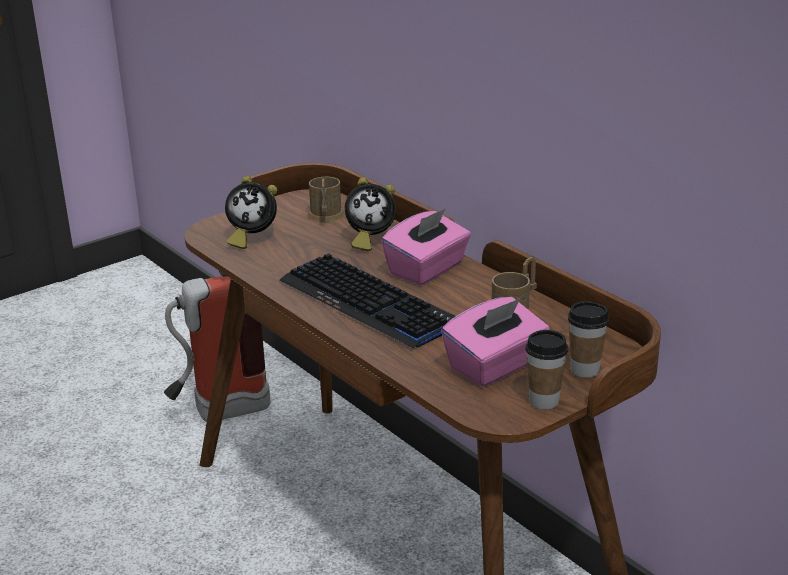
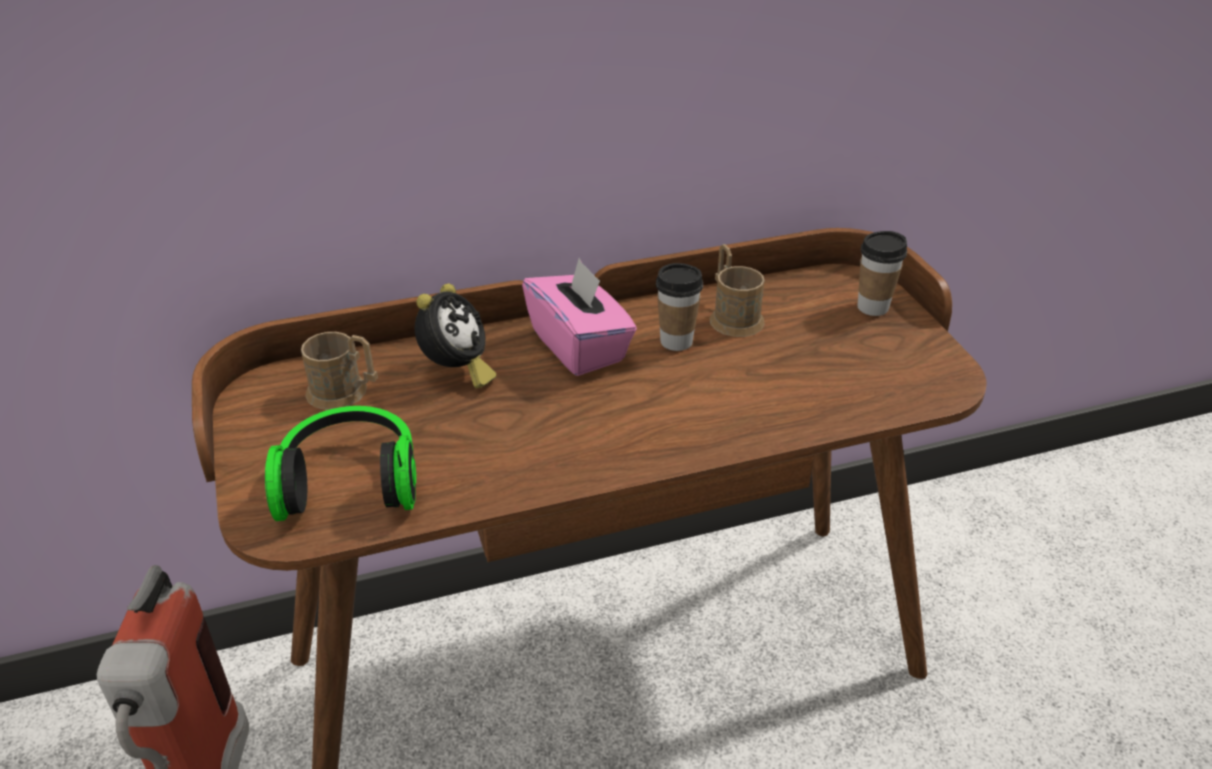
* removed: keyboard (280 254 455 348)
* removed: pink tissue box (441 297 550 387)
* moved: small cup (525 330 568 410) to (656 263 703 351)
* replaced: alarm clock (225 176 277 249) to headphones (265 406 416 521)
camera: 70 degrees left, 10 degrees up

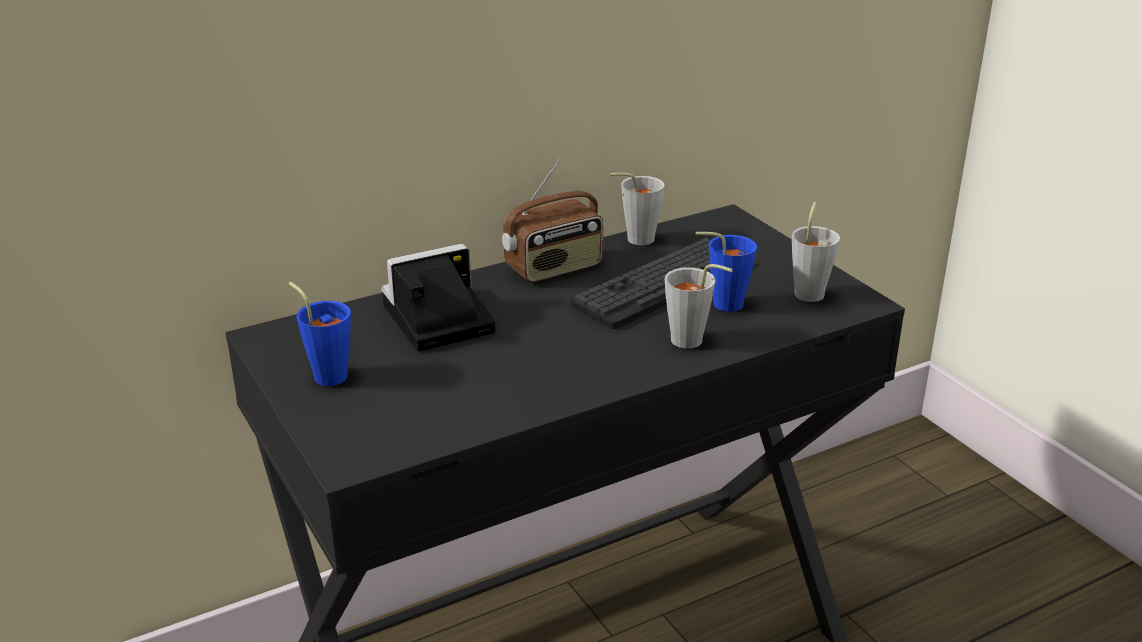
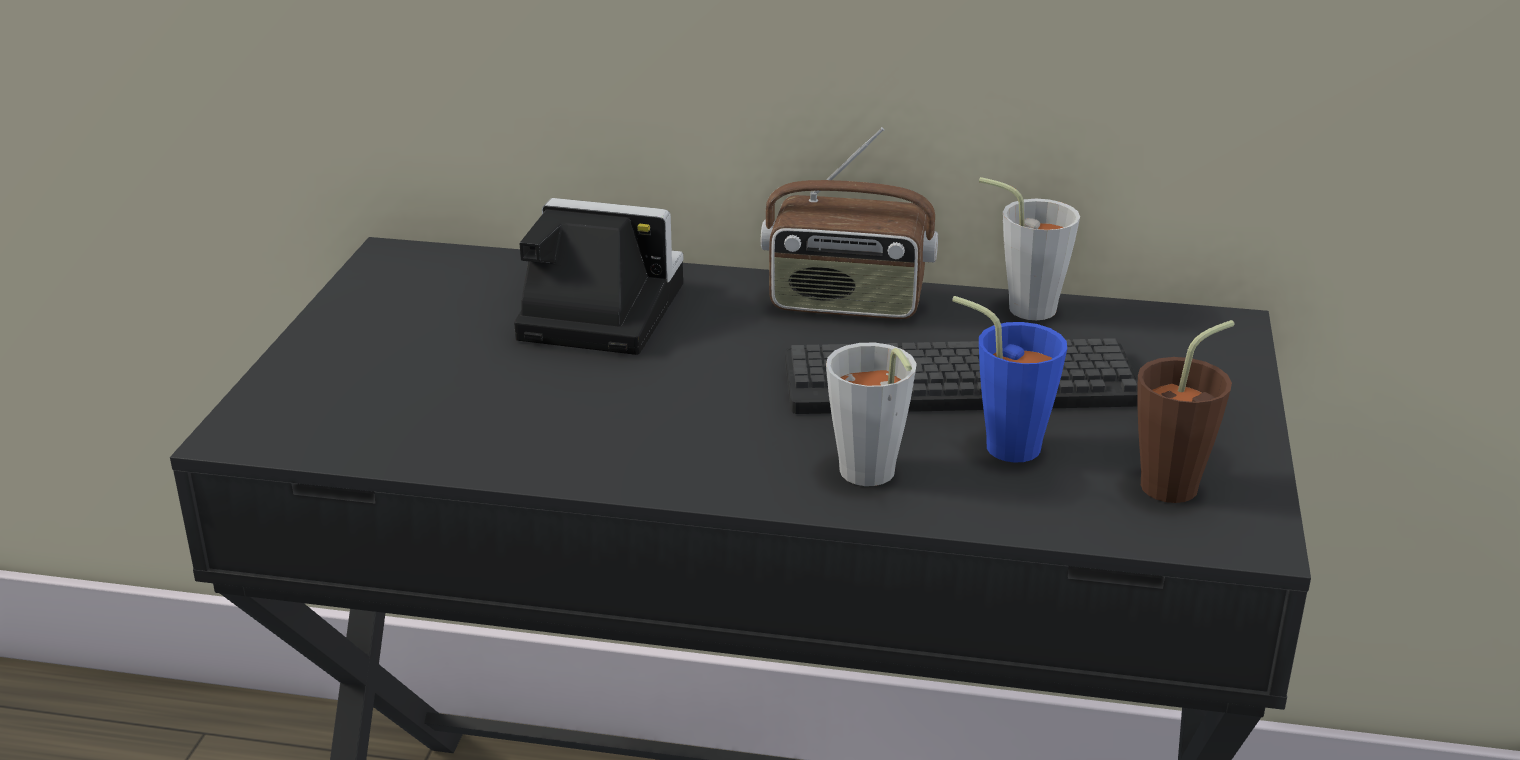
* removed: bluish small cup (289 282 351 386)
* recoloured: grey small cup (792 202 840 302) to brownish small cup (1137 320 1235 503)
camera: 40 degrees right, 0 degrees up

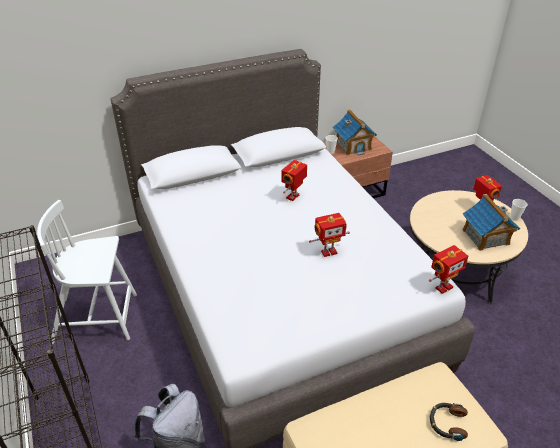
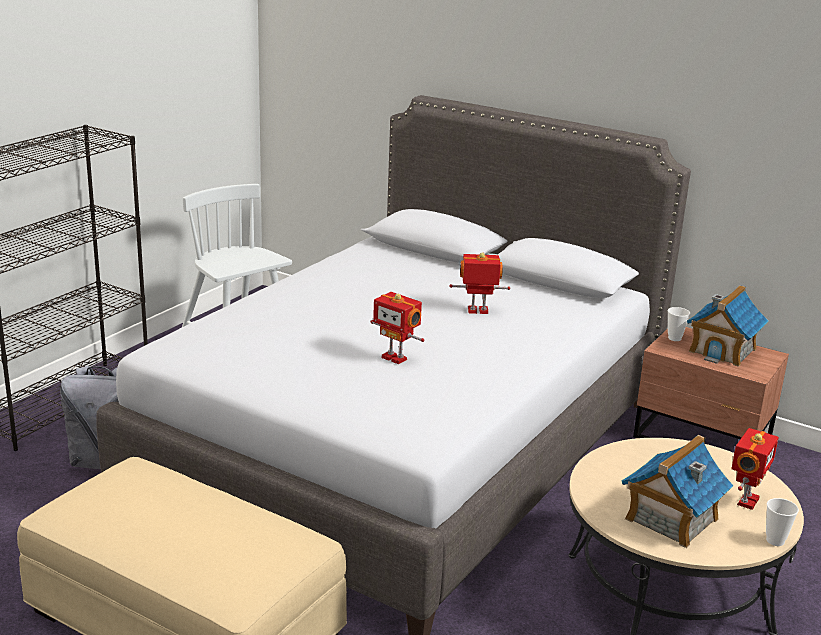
* removed: toy robot (429 245 468 294)
* removed: headphones (430 403 468 441)
camera: 55 degrees right, 15 degrees down

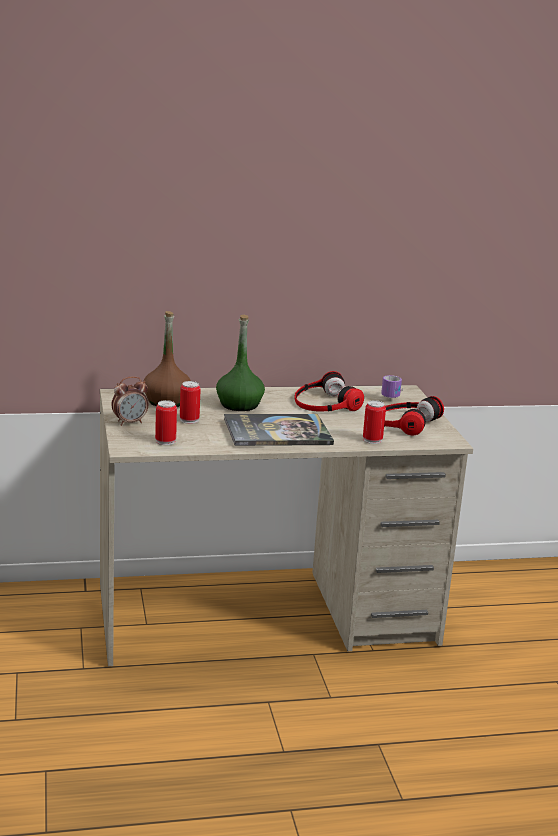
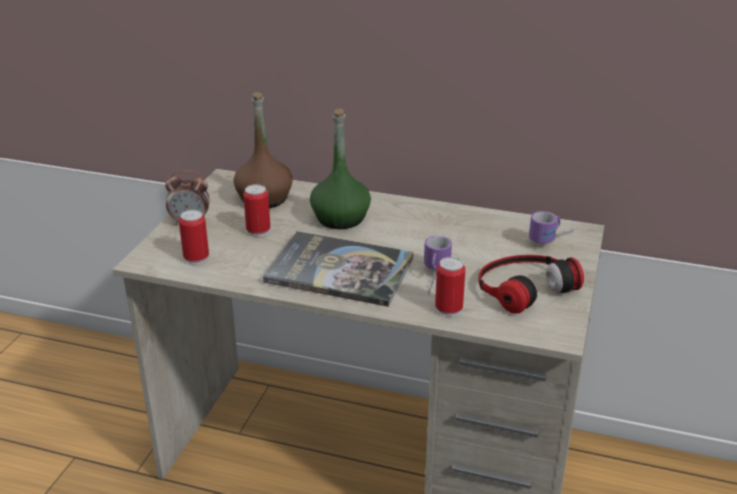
* removed: headphones (295 371 364 412)
* added: tea mug (424 236 452 295)
camera: 30 degrees right, 10 degrees up

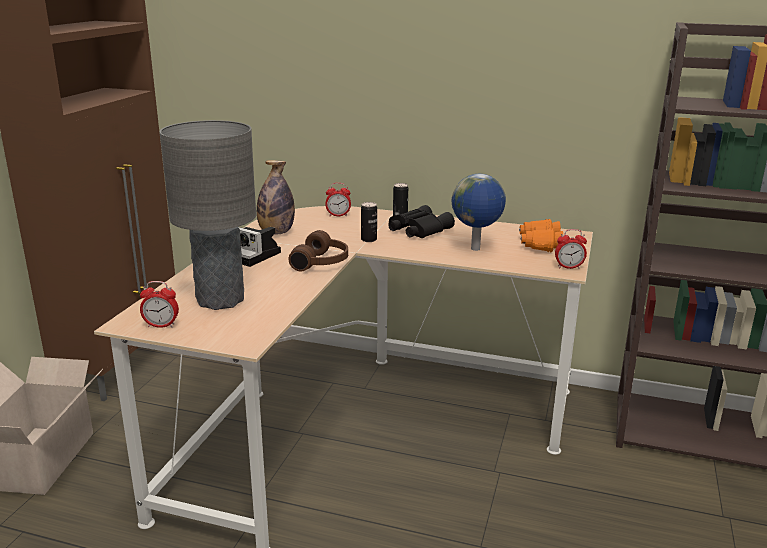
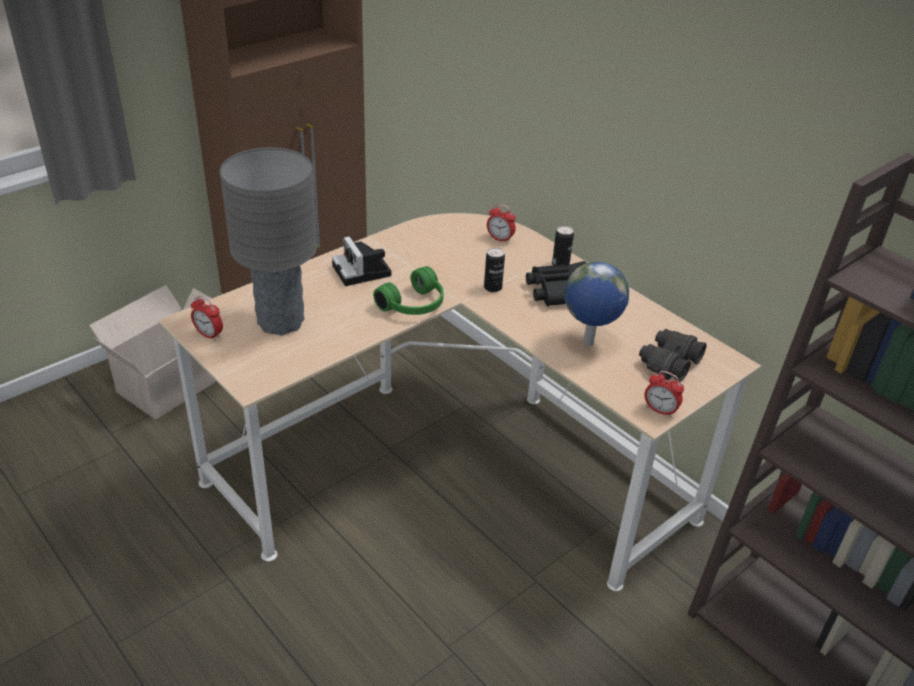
* removed: beverage bottle (257 160 295 234)
* recoloured: brownish headphones (288 230 348 272) to green headphones (373 266 444 315)
* recoloured: orange pair of binoculars (519 219 563 253) to blackish pair of binoculars (639 329 707 382)
camera: 30 degrees right, 15 degrees up

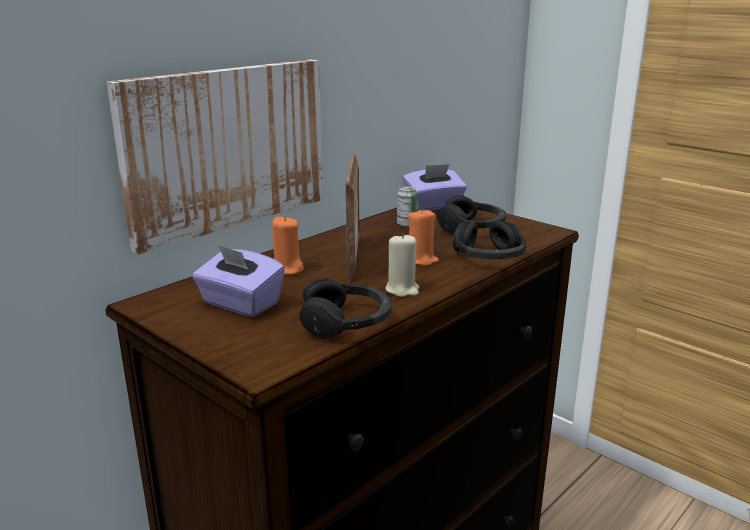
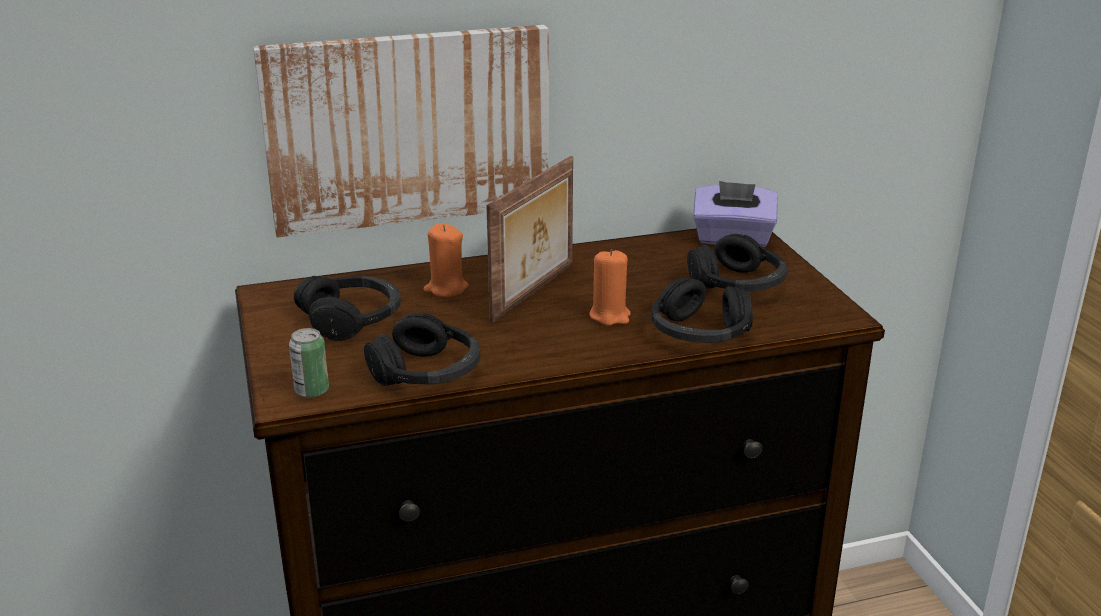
* removed: beige-coloured wax light (386 233 419 297)
* moved: metal can (397 186 417 227) to (289 328 329 398)
* replaced: purplish tissue box (193 244 285 317) to blackish headphones (294 276 401 341)
camera: 30 degrees right, 5 degrees up

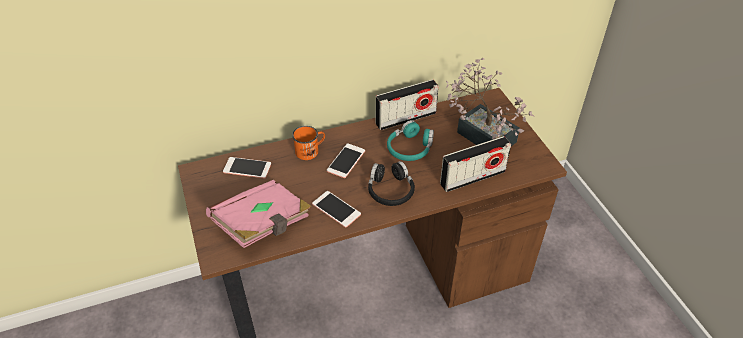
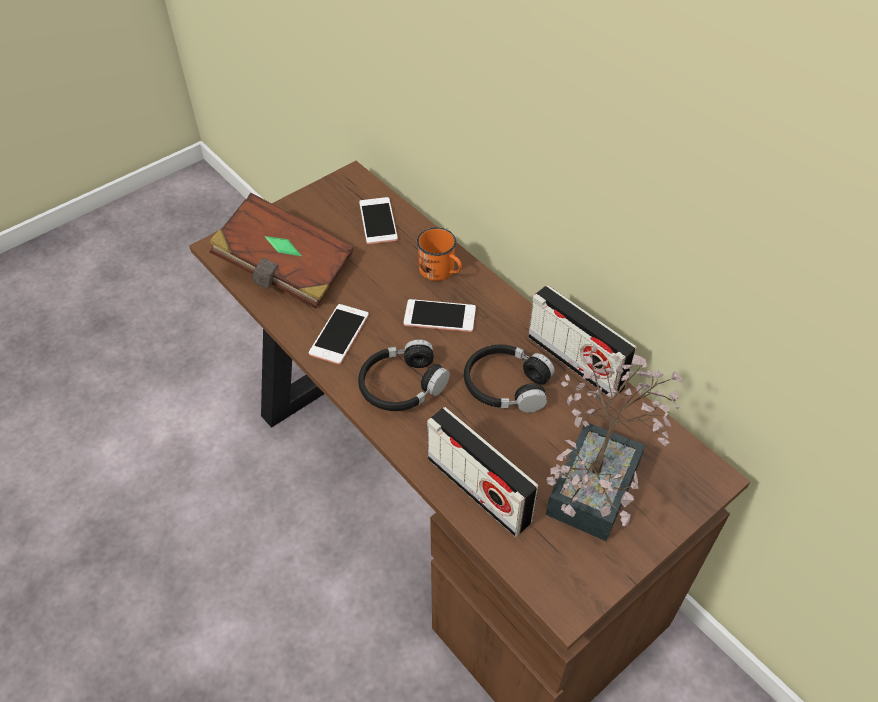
* recoloured: pink bound book (206 180 311 248) to brownish bound book (209 193 354 309)
* recoloured: turquoise headphones (387 120 434 161) to blackish headphones (464 345 555 412)
camera: 70 degrees right, 5 degrees up

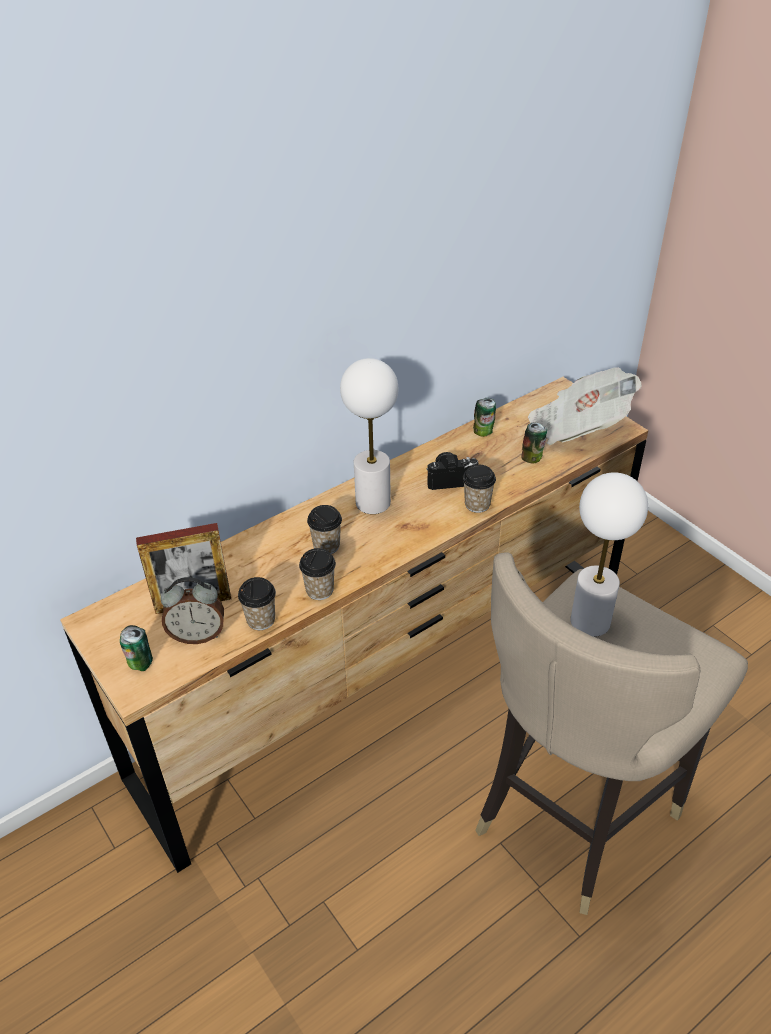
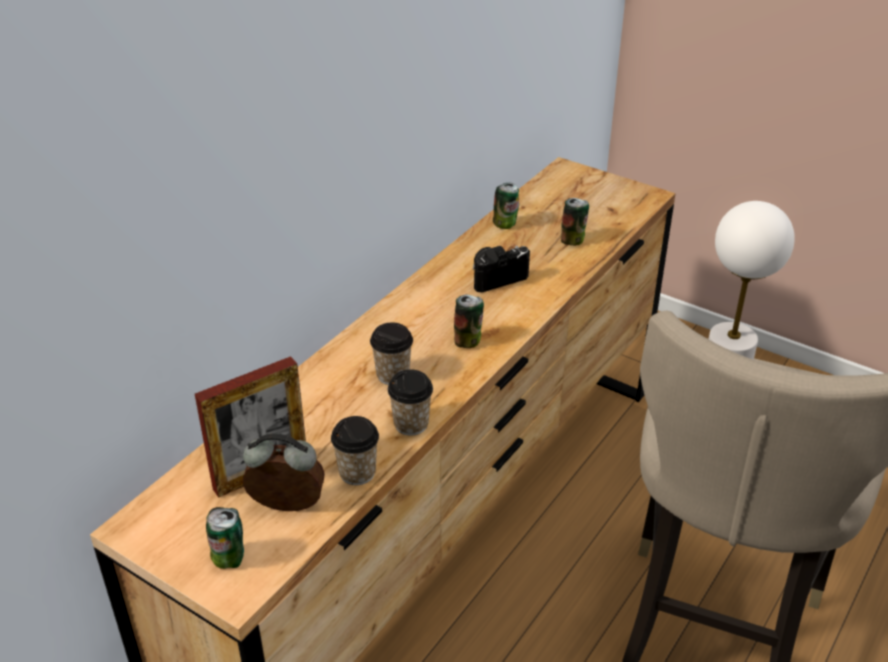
* removed: whitish lamp for a table (340 358 399 514)
* removed: small cup (463 465 496 513)
* removed: newspaper (528 367 642 445)
* added: metal can (454 295 484 348)
* turned: alarm clock (161 577 224 644) = (243 433 325 511) 150 degrees counterclockwise
camera: 20 degrees left, 5 degrees down

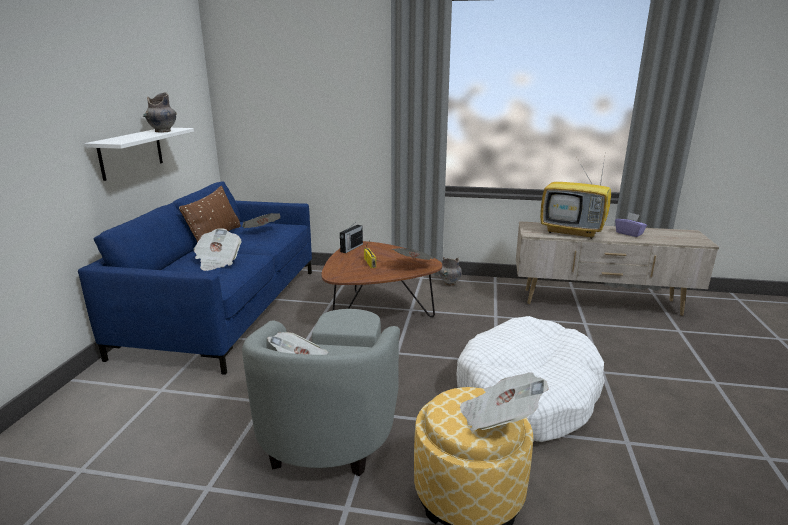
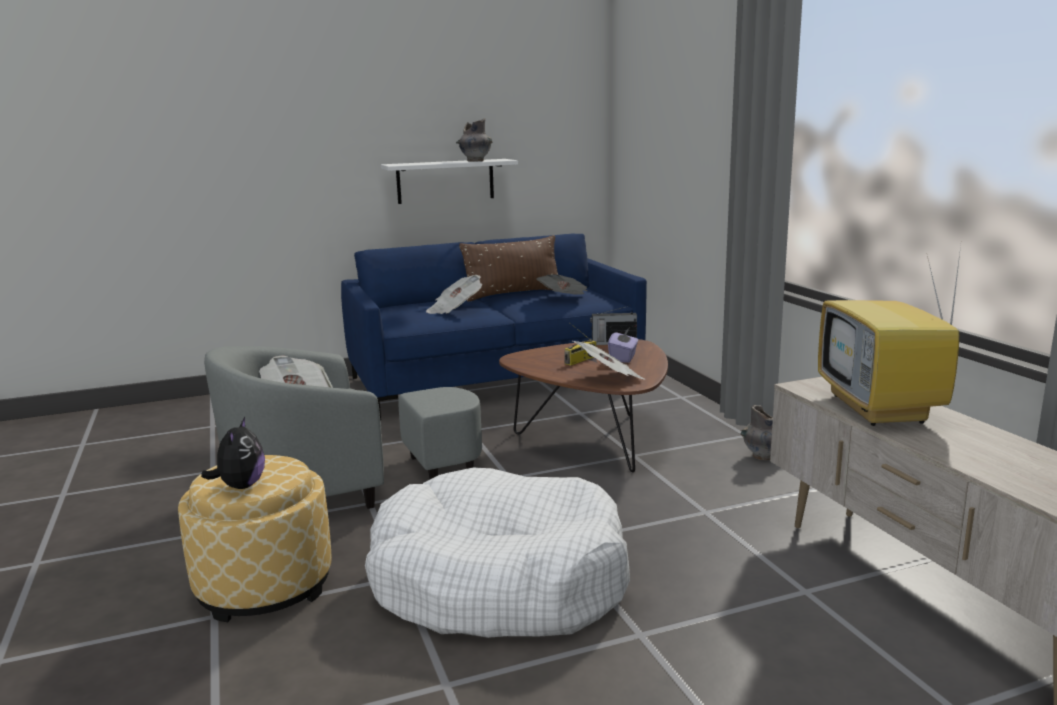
* moved: purplish tissue box (615 213 647 237) to (608 327 638 363)
* replaced: newspaper (460 372 548 431) to cuddly toy (201 417 265 489)
camera: 60 degrees right, 5 degrees down

